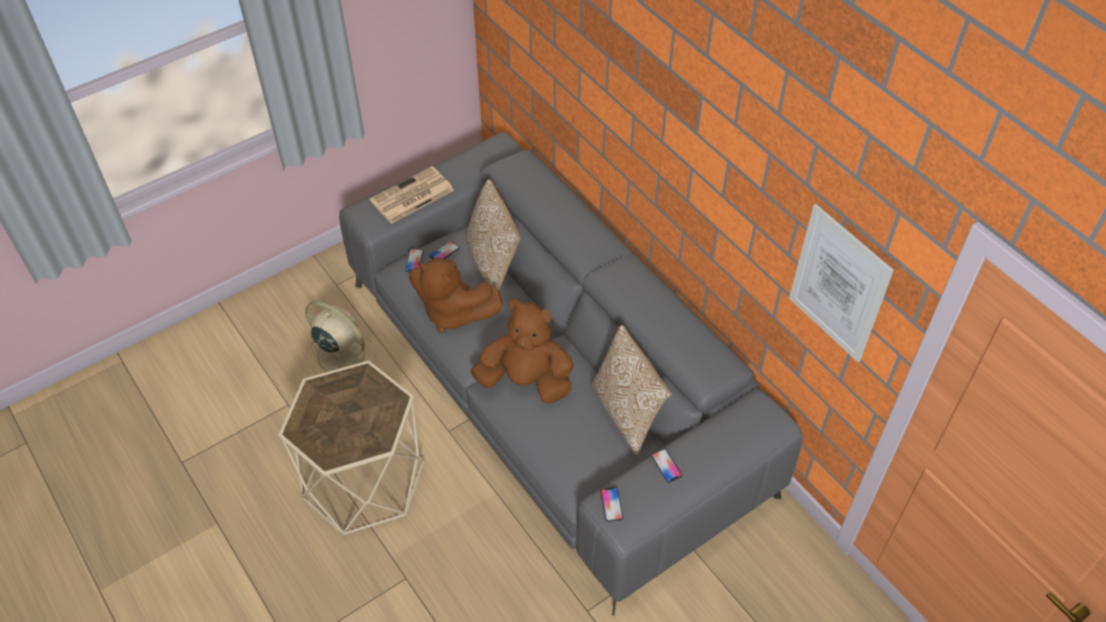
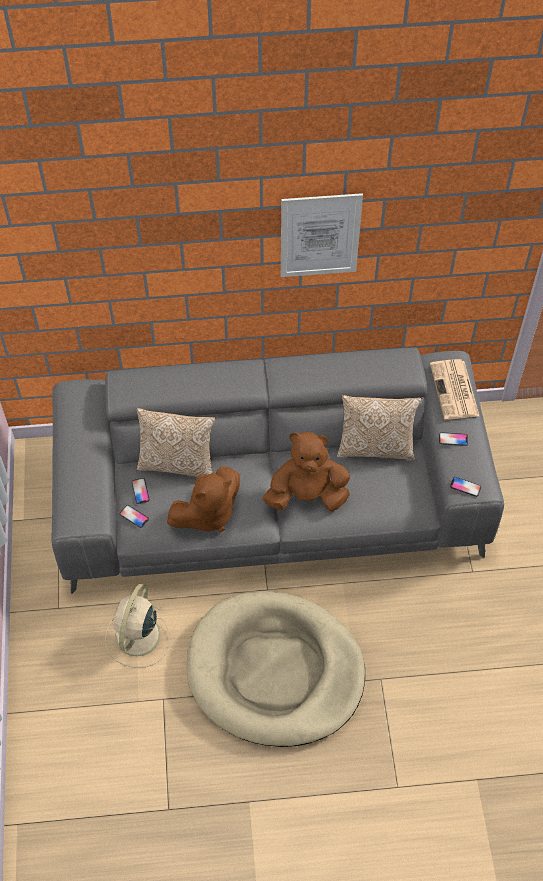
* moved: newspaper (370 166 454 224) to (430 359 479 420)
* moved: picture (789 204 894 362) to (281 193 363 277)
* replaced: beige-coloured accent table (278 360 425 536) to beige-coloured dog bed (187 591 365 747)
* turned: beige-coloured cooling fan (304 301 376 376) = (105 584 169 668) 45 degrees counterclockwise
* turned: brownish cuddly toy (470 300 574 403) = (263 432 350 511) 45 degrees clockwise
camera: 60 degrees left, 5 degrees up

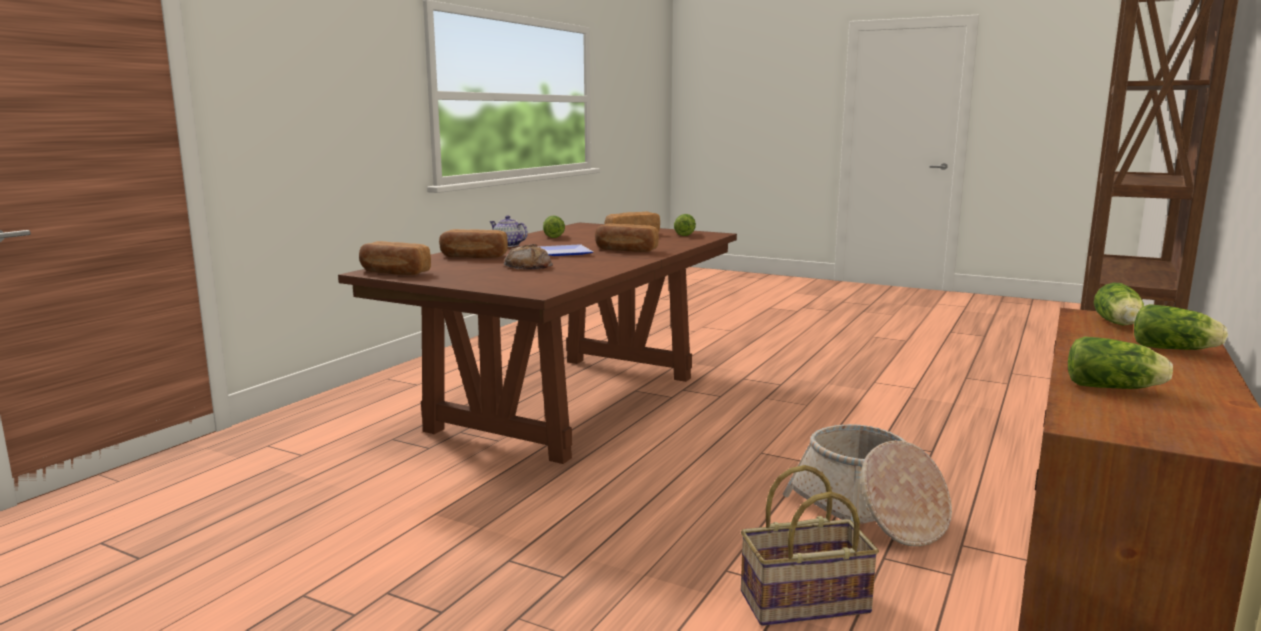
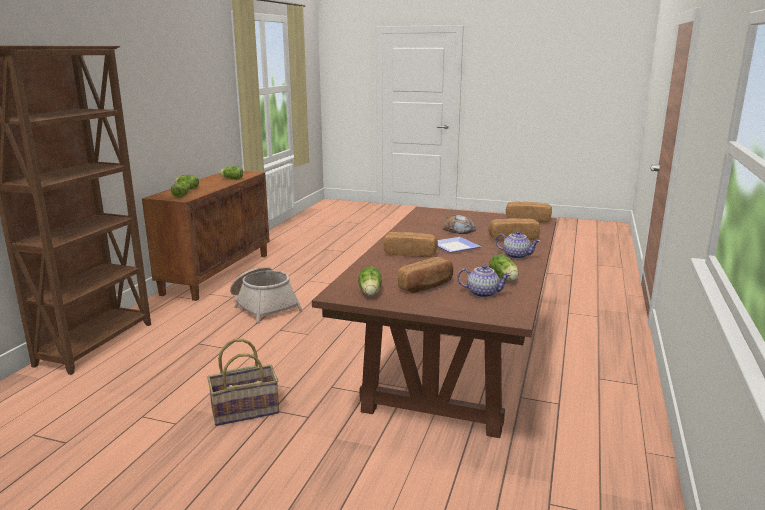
* added: pot for tea (457 265 511 298)
* moved: household basket (741 465 879 626) to (207 339 279 426)
camera: 170 degrees right, 5 degrees up

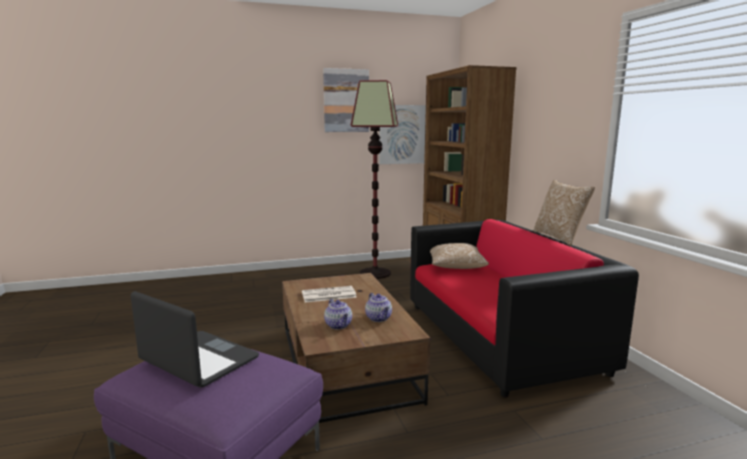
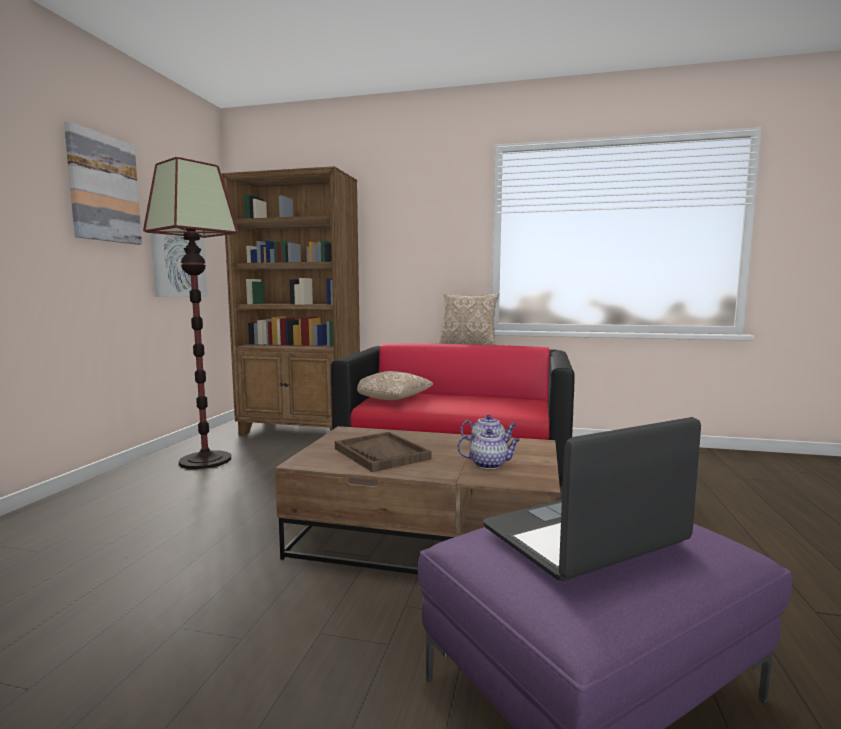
* replaced: newspaper (302 286 357 303) to brownish carrying tray (335 432 431 472)
camera: 60 degrees left, 5 degrees down

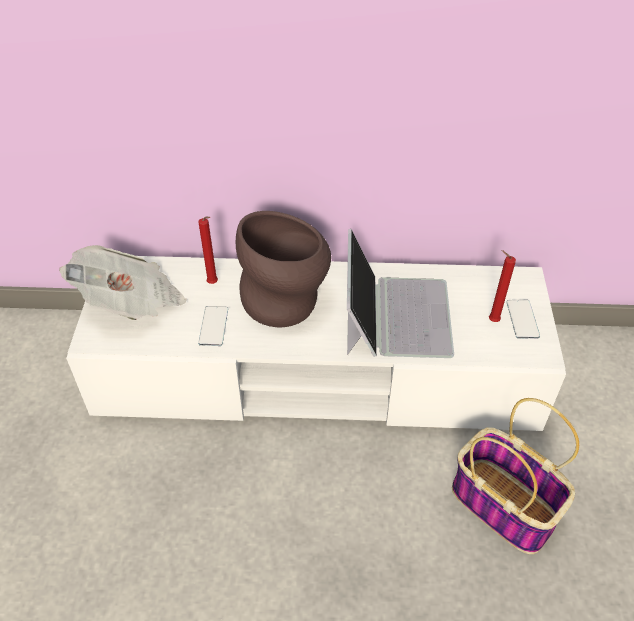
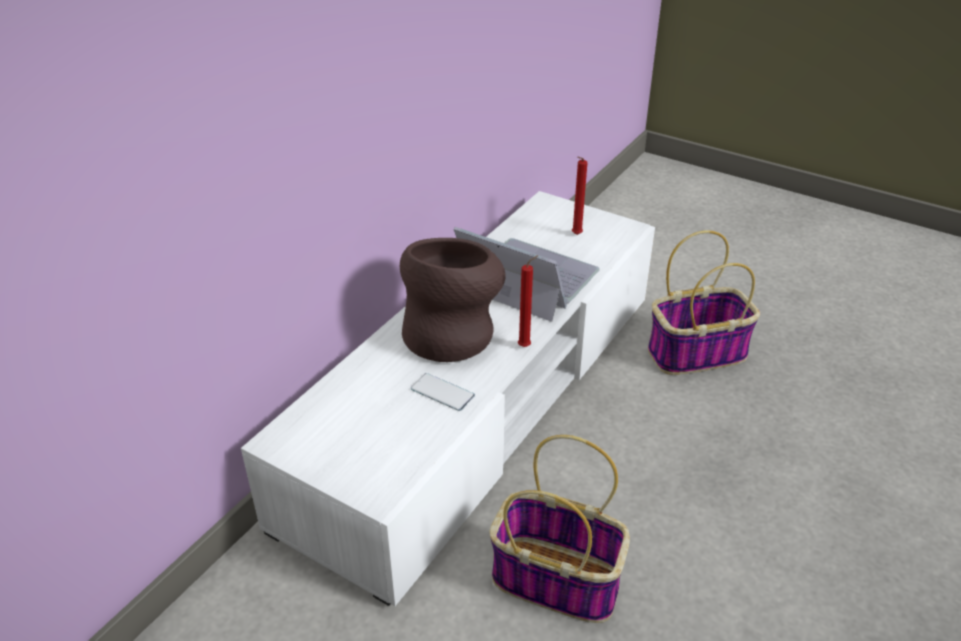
* removed: newspaper (59 245 187 320)
* removed: phone (506 300 540 339)
* added: household basket (489 435 630 623)
* moved: red-coloured wax light (198 216 218 284) to (518 255 539 347)
camera: 60 degrees left, 10 degrees down

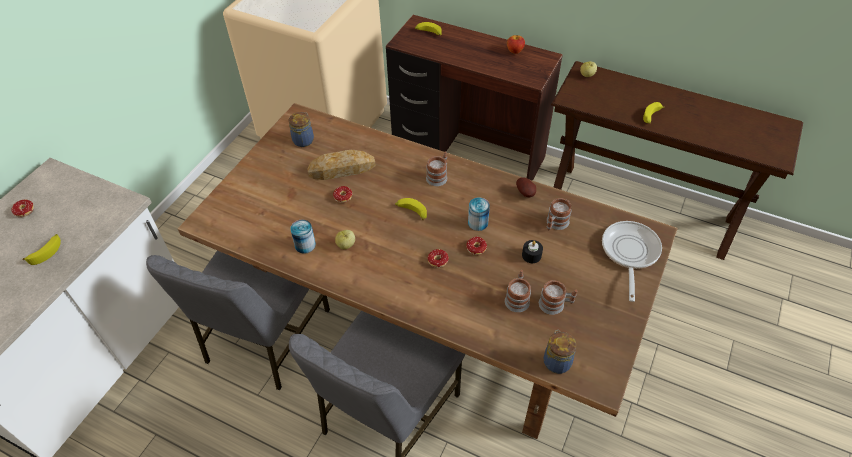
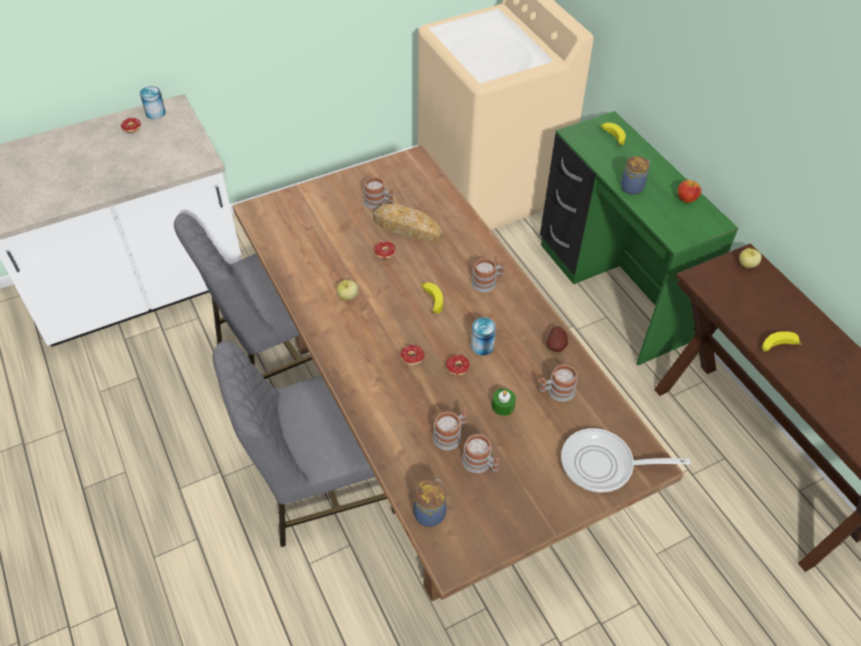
* removed: banana (22 234 61 265)
* added: tea mug (364 177 393 209)
* moved: preserve jar (289 112 314 147) to (621 156 650 195)
* moved: metal can (290 220 316 254) to (140 86 166 119)
* recoloured: brownish desk unit (386 15 563 181) to green desk unit (540 111 738 365)
* recoloured: blackish wax light (522 240 543 263) to green wax light (492 388 516 416)
* turned: skillet (602 221 662 302) = (561 428 691 493) 135 degrees counterclockwise
camera: 35 degrees right, 0 degrees up

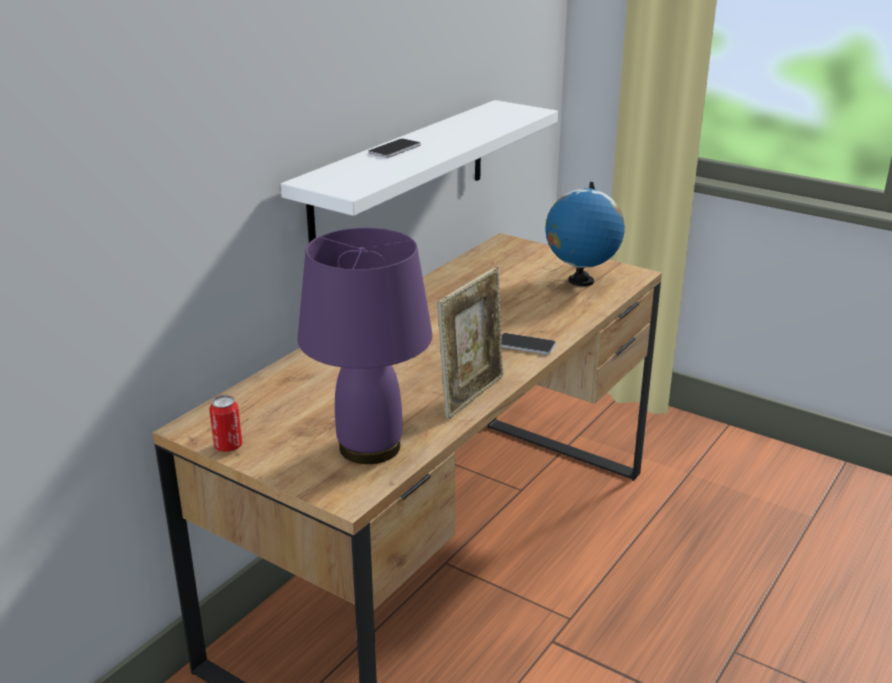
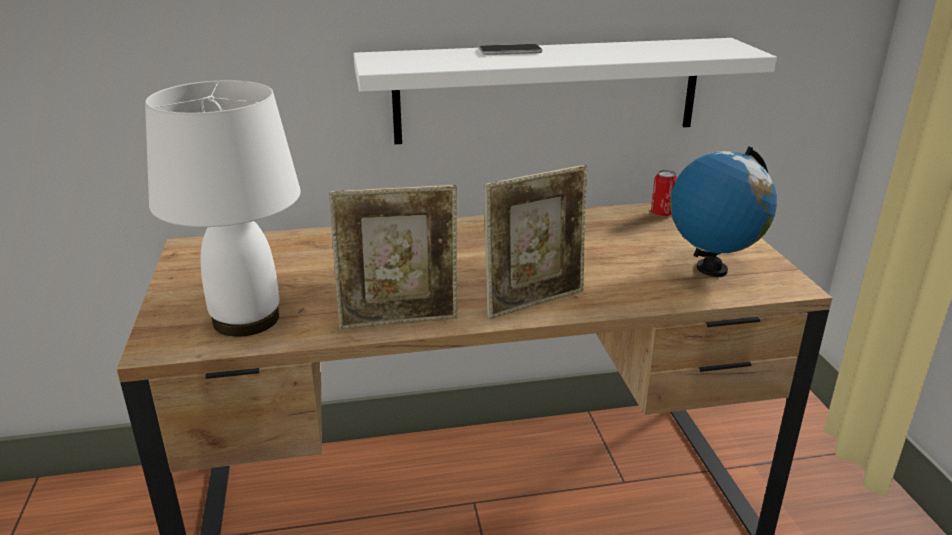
* moved: metal can (209 395 242 452) to (651 170 677 217)
* replaced: phone (501 333 556 355) to standing frame (484 165 587 319)
* recoloured: purplish lamp for a table (297 228 433 464) to whitish lamp for a table (145 80 301 337)
camera: 45 degrees right, 0 degrees up

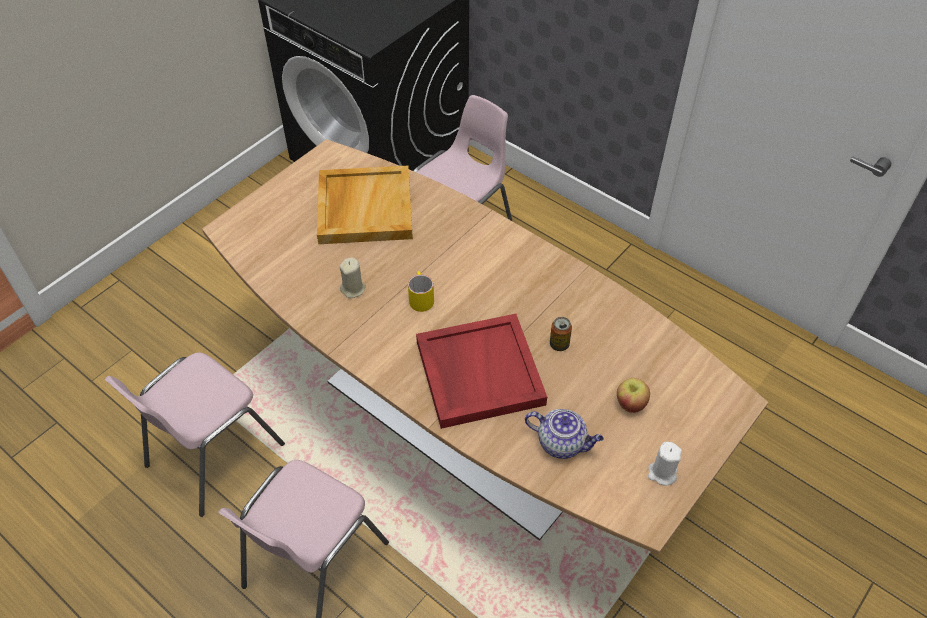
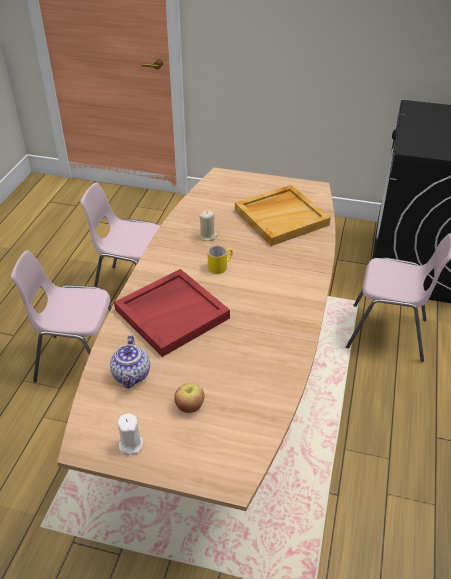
* removed: metal can (550 317 572 351)
camera: 65 degrees right, 10 degrees down

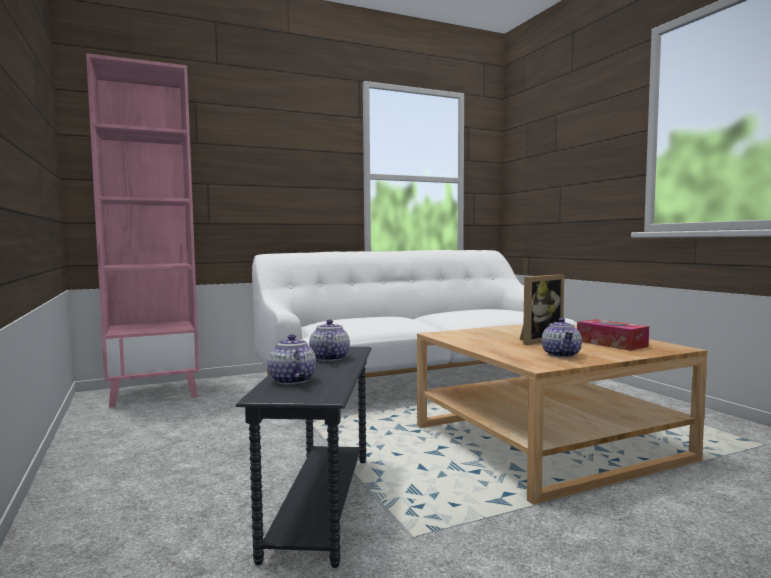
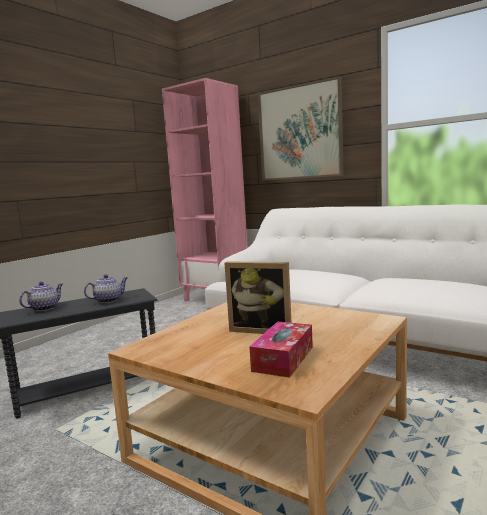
* removed: pot for tea (542 318 582 358)
* added: picture (258 76 344 181)
camera: 60 degrees right, 5 degrees up

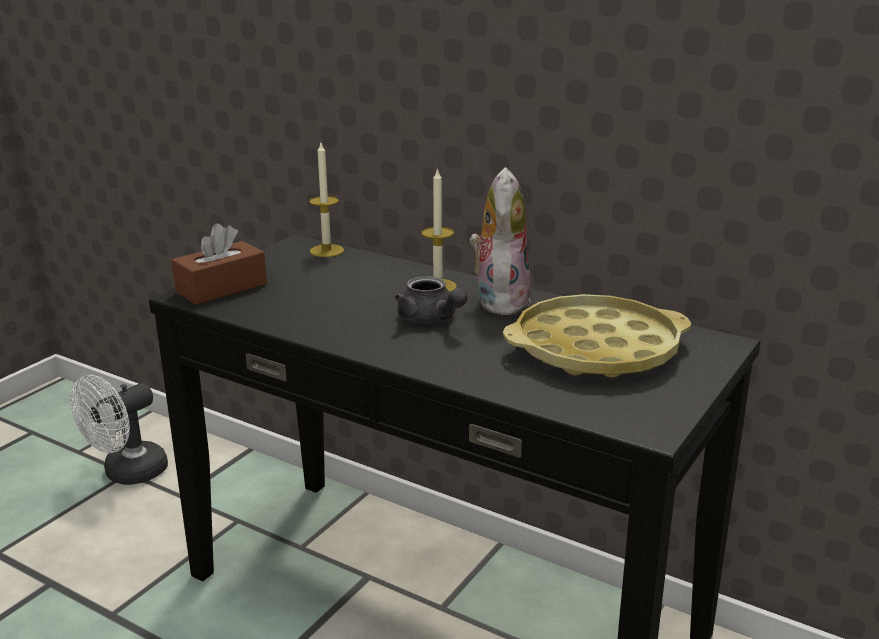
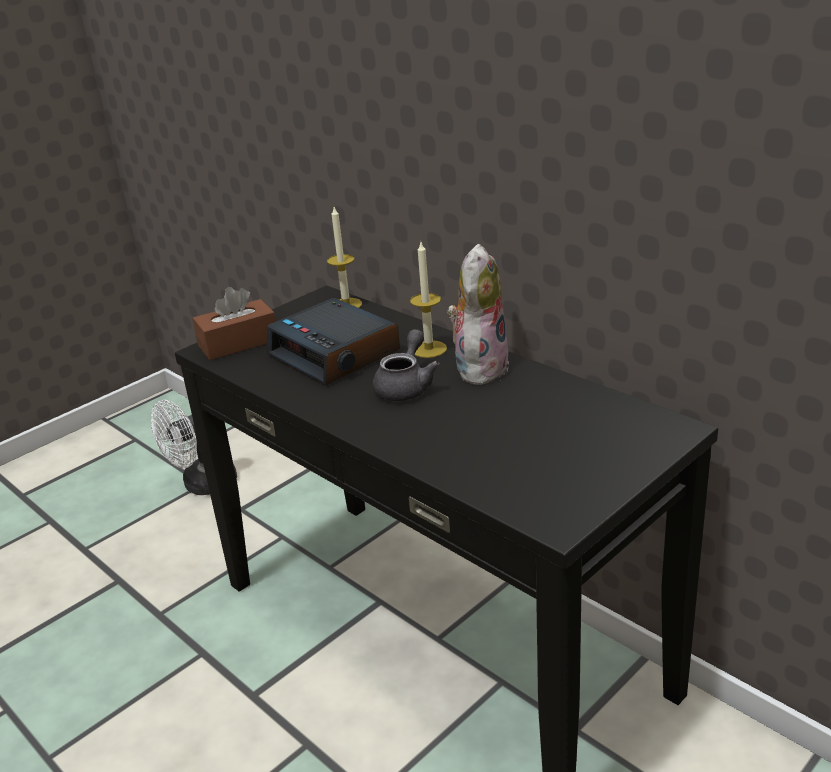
* removed: yellow-coloured carrying tray (503 294 691 378)
* added: alarm clock (267 298 400 386)
* turned: grey pot for tea (395 276 467 324) = (373 329 440 401) 135 degrees counterclockwise
camera: 15 degrees right, 5 degrees up

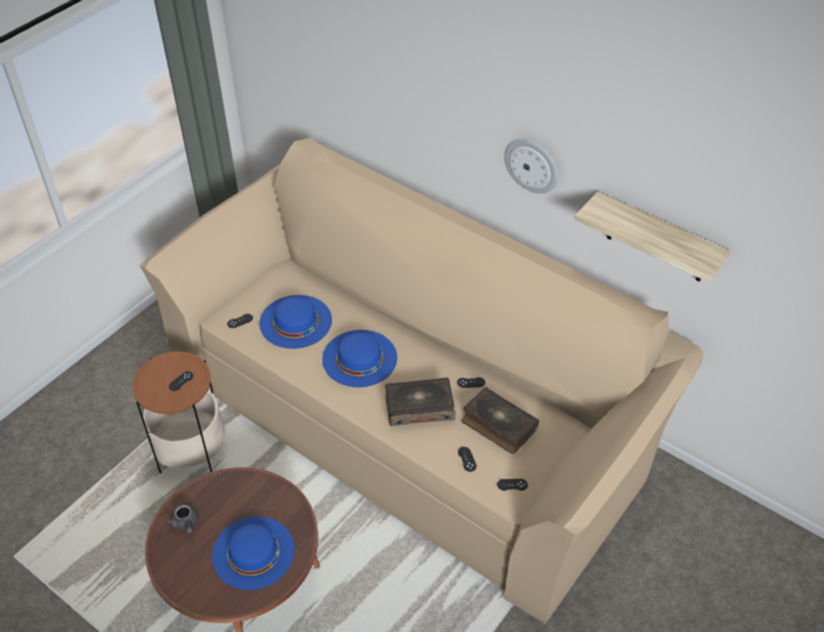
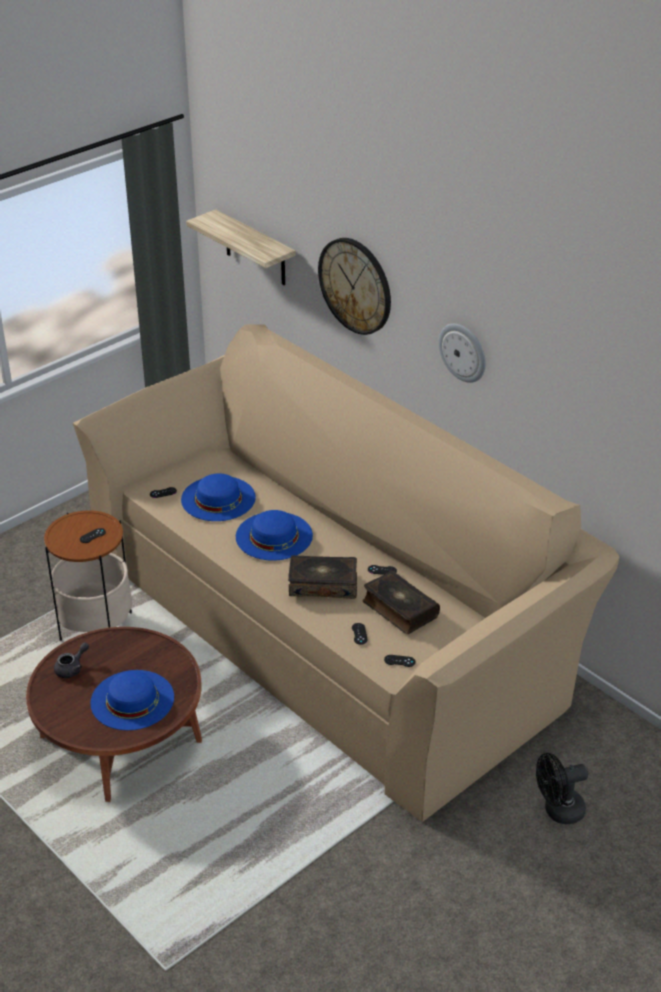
* added: clock on the wall (318 238 391 335)
* added: blackish cooling fan (536 753 588 824)
* moved: bracket shelf (574 191 731 282) to (186 209 296 285)
* turned: grey pot for tea (165 505 198 534) = (54 642 89 678) 120 degrees counterclockwise
camera: 10 degrees right, 10 degrees down

